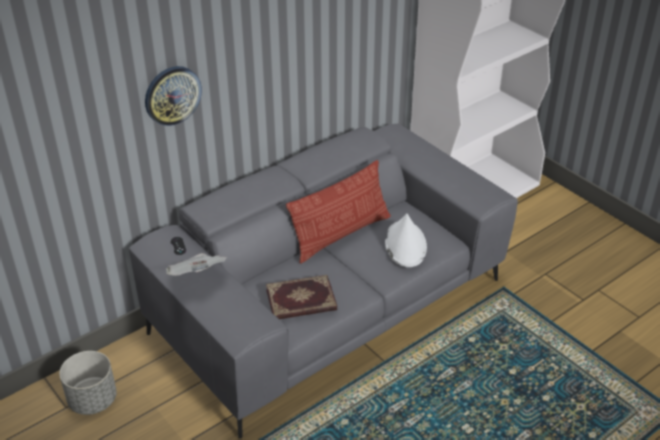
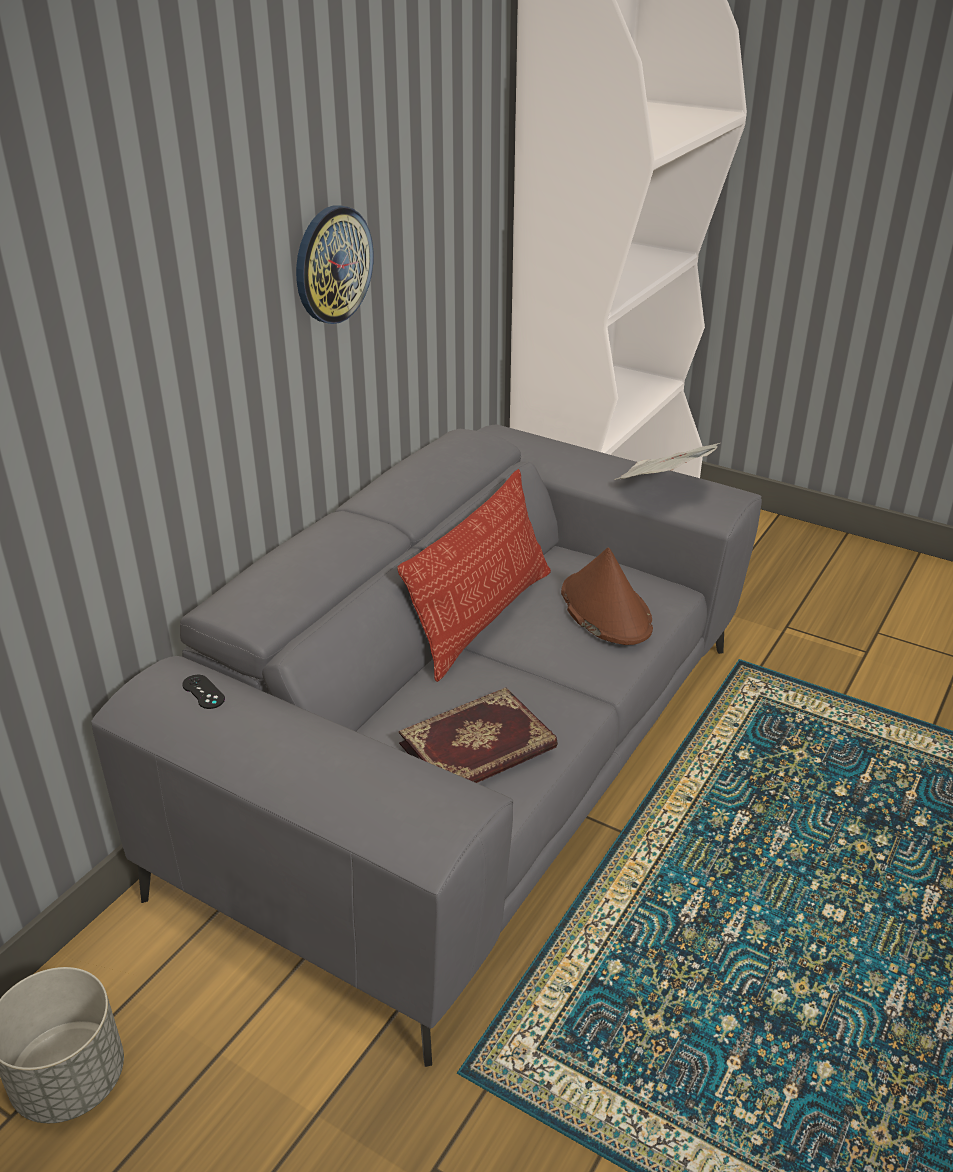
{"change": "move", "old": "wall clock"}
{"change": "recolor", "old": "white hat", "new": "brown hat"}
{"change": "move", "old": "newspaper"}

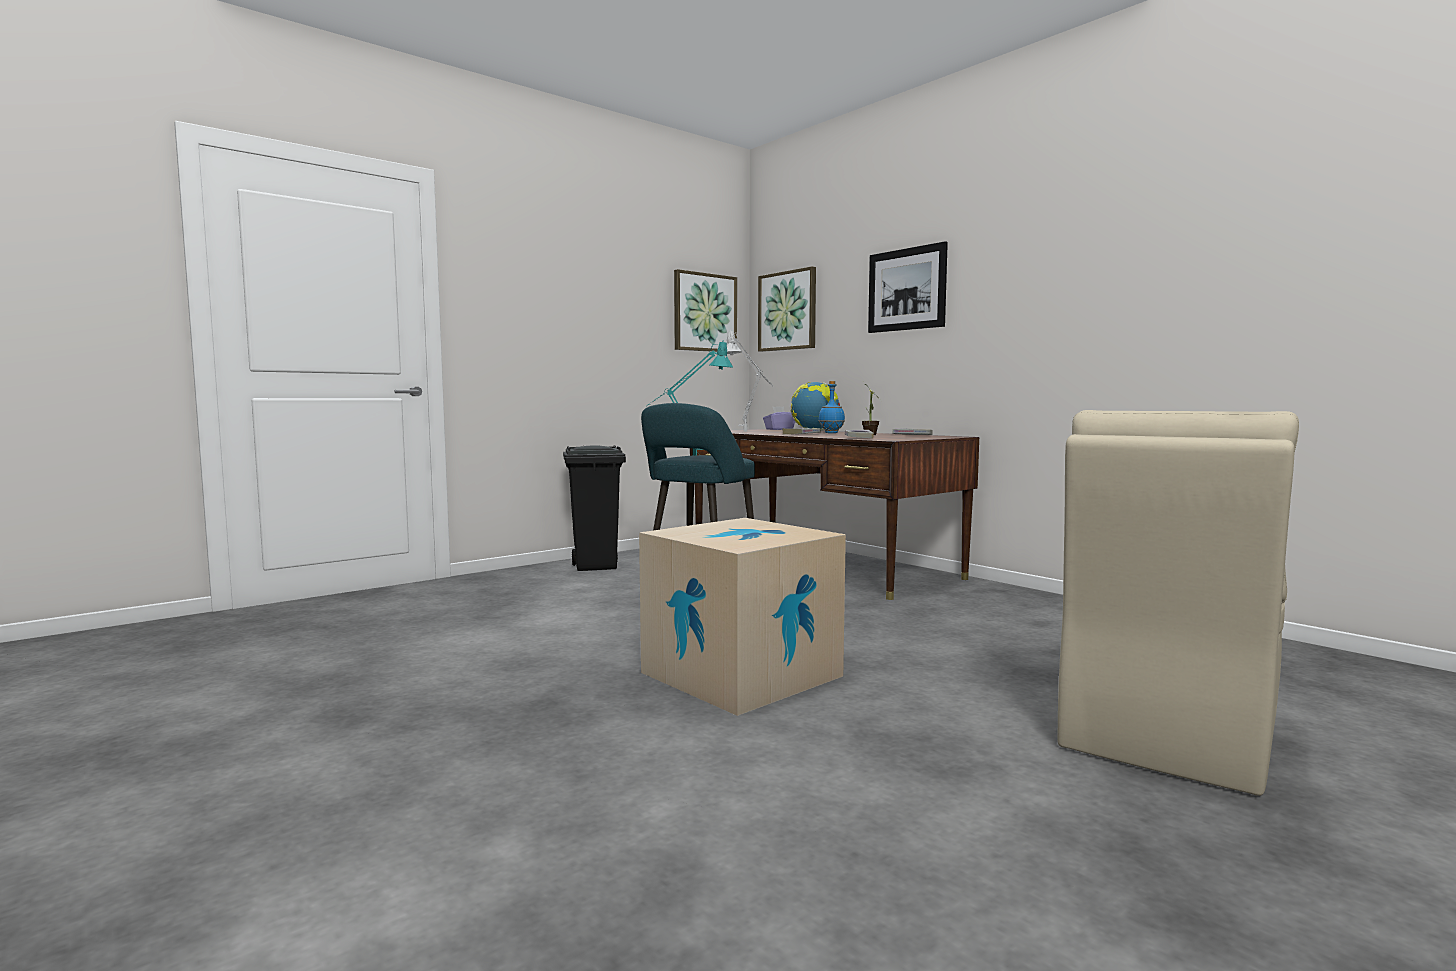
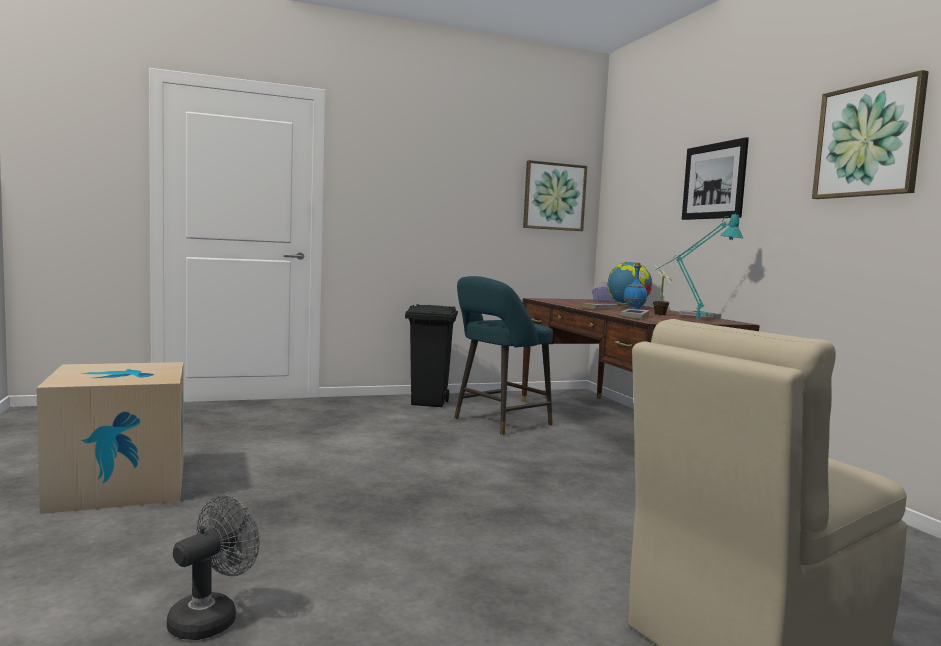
{"change": "move", "old": "cardboard box"}
{"change": "insert", "new": "grey fan"}
{"change": "move", "old": "turquoise table lamp"}
{"change": "move", "old": "picture (2nd from left in the first image)", "new": "picture (3rd from left)"}
{"change": "delete", "old": "grey table lamp"}

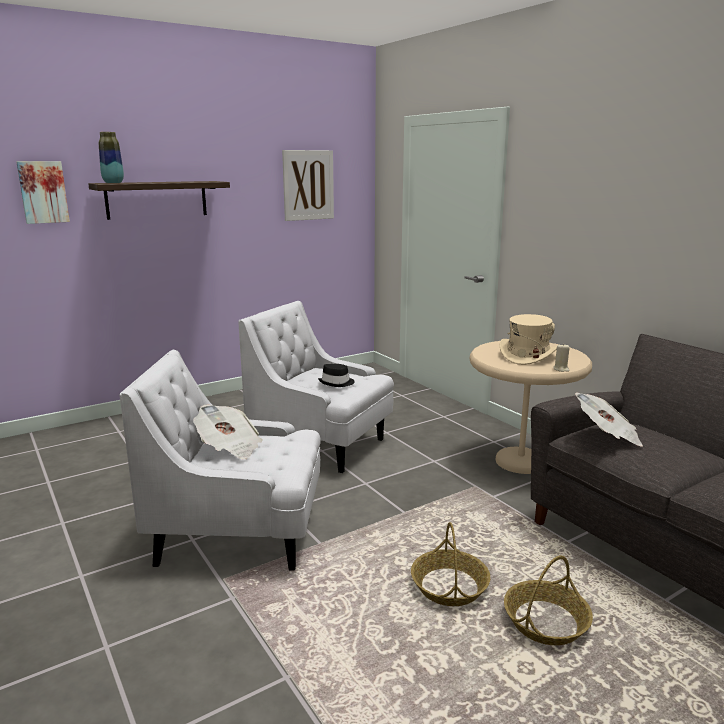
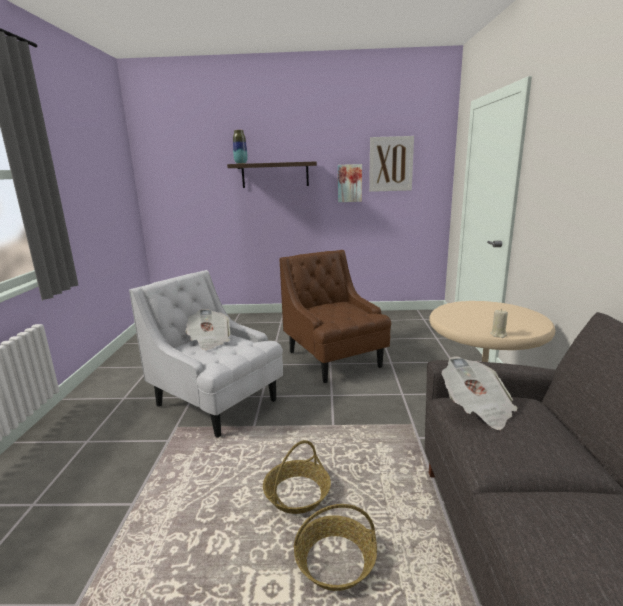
{"change": "recolor", "old": "white armchair (2nd from left)", "new": "brown armchair"}
{"change": "move", "old": "picture (1st from left)"}
{"change": "delete", "old": "black hat"}
{"change": "delete", "old": "beige hat"}

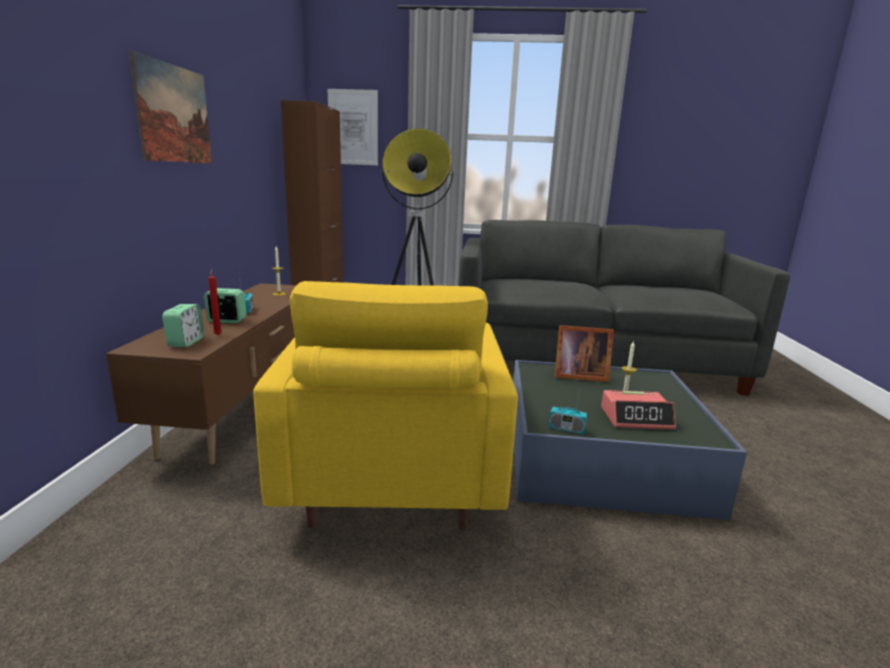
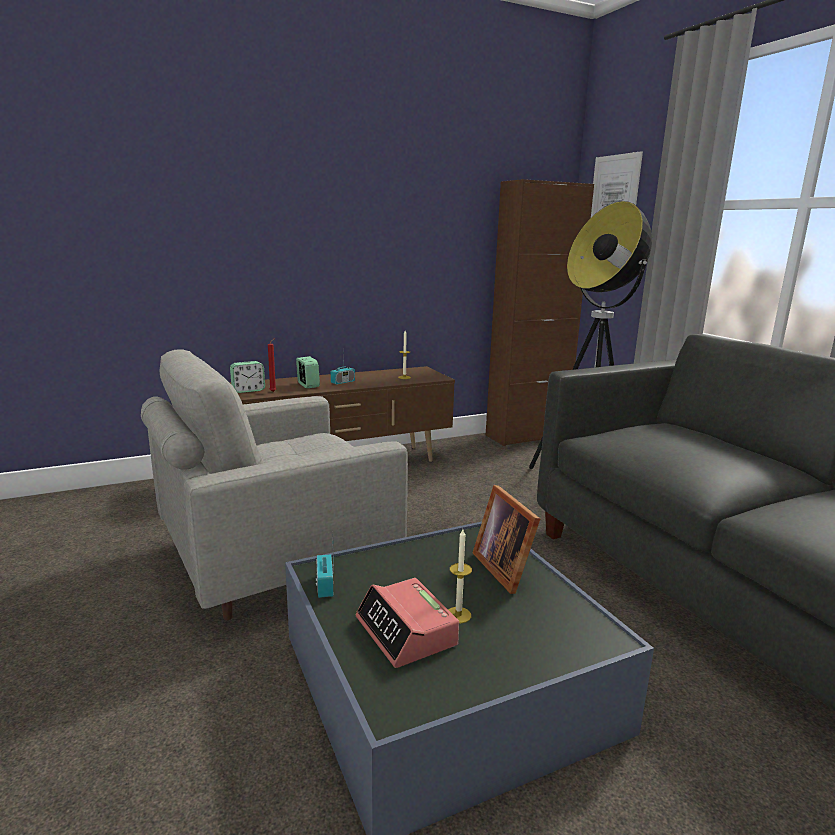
{"change": "recolor", "old": "yellow armchair", "new": "grey armchair"}
{"change": "delete", "old": "picture (1st from left)"}

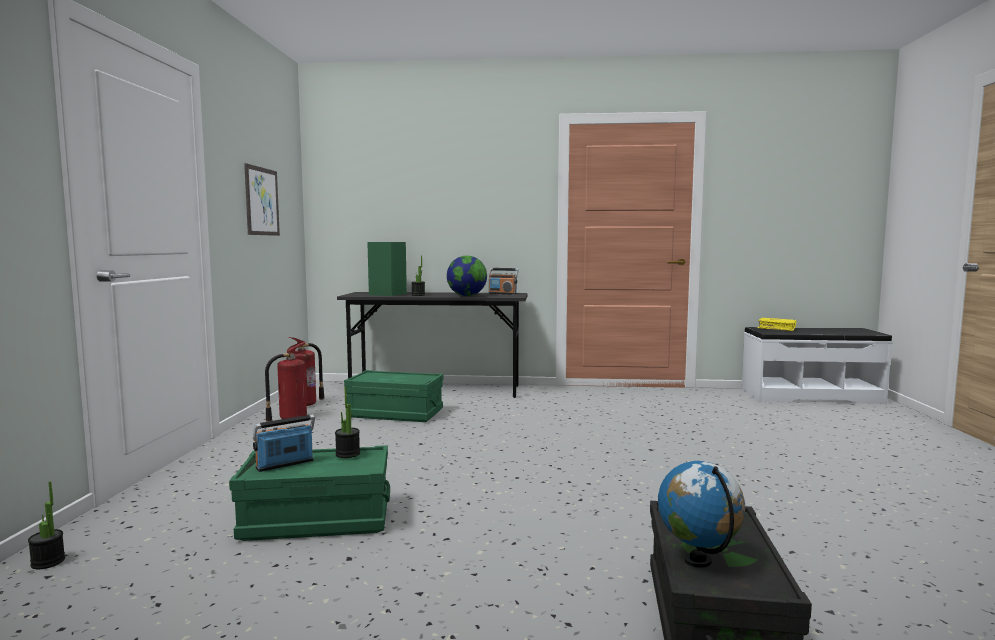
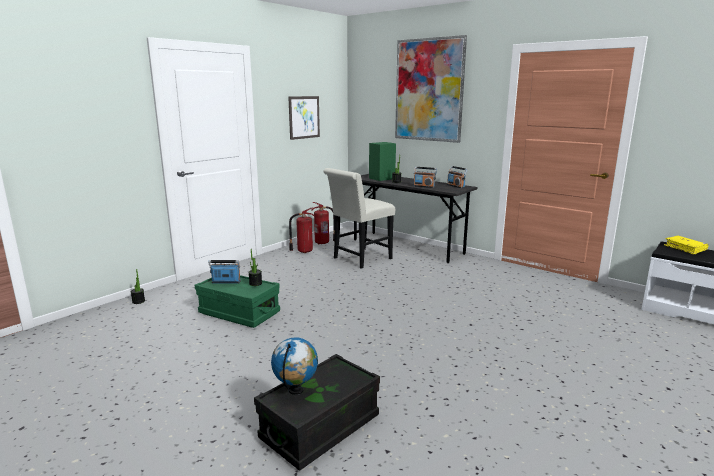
{"change": "replace", "old": "green storage box (2nd from left)", "new": "white chair"}
{"change": "insert", "new": "picture (2nd from left)"}
{"change": "replace", "old": "globe (1st from left)", "new": "radio (2nd from left)"}

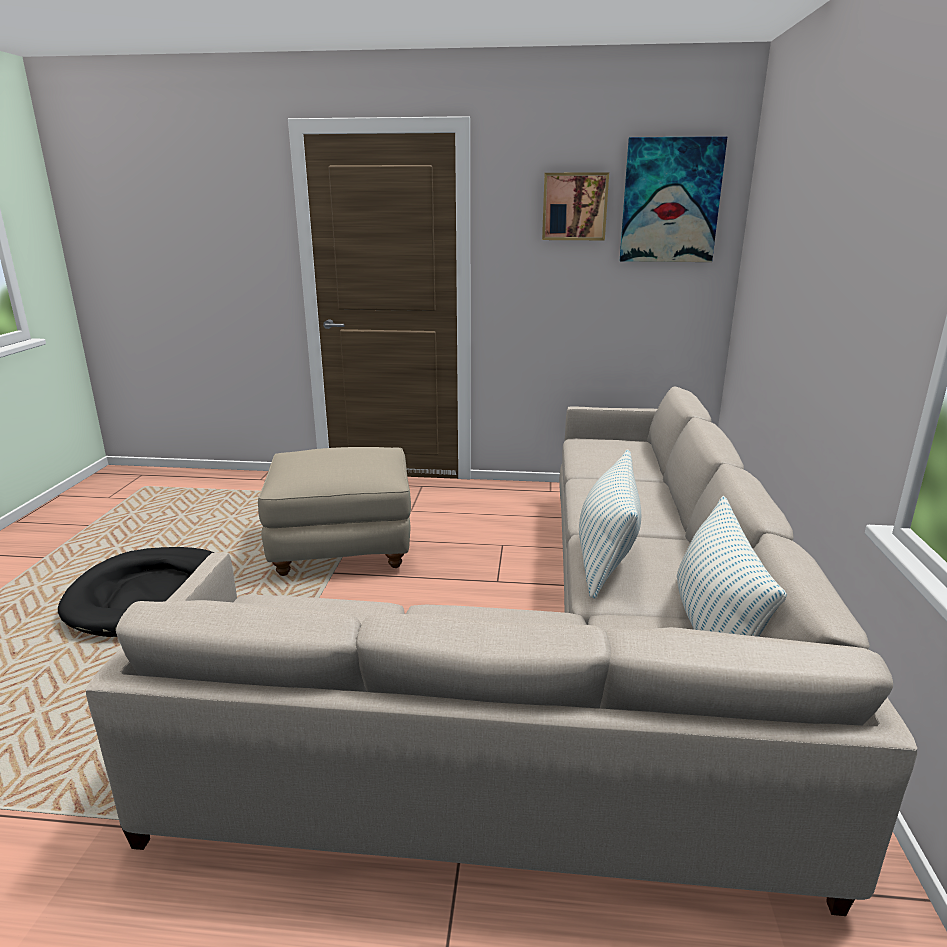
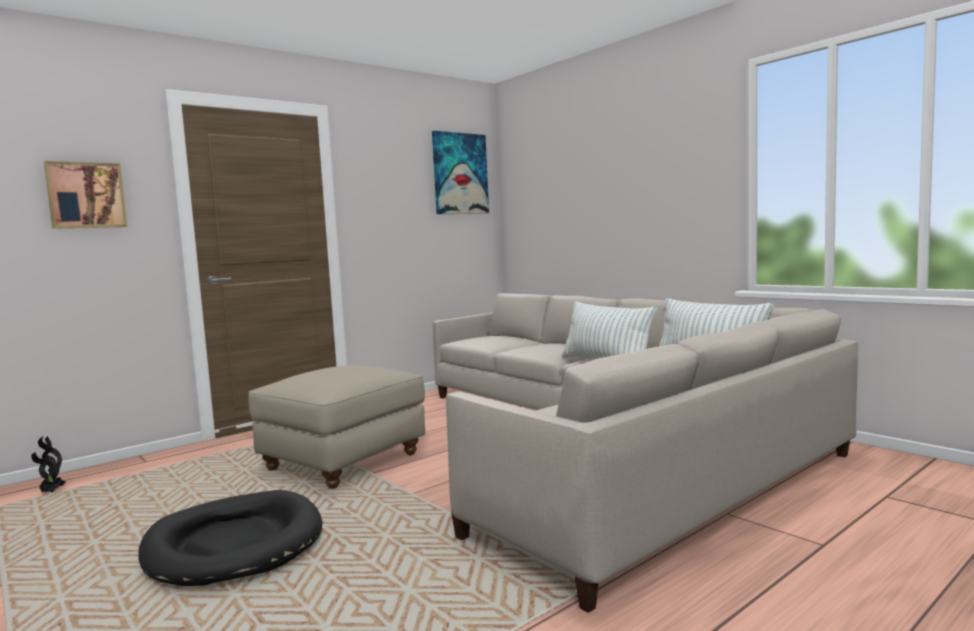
{"change": "insert", "new": "potted plant"}
{"change": "move", "old": "picture (1st from left)"}

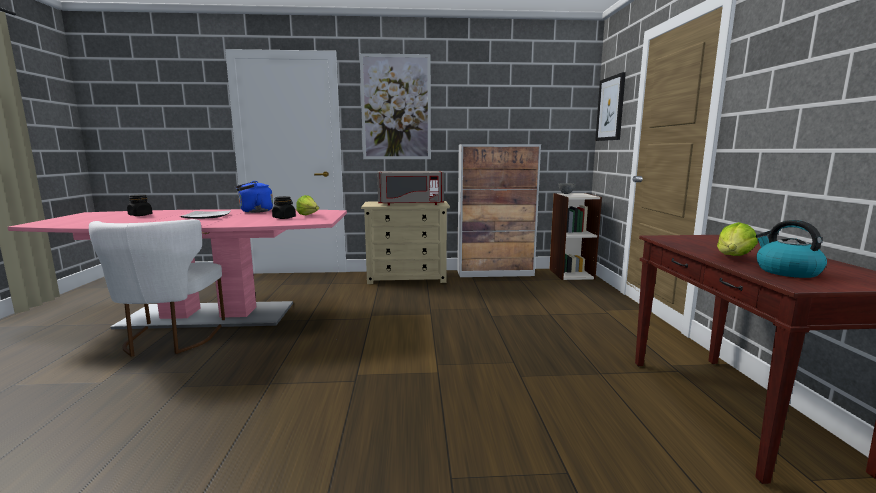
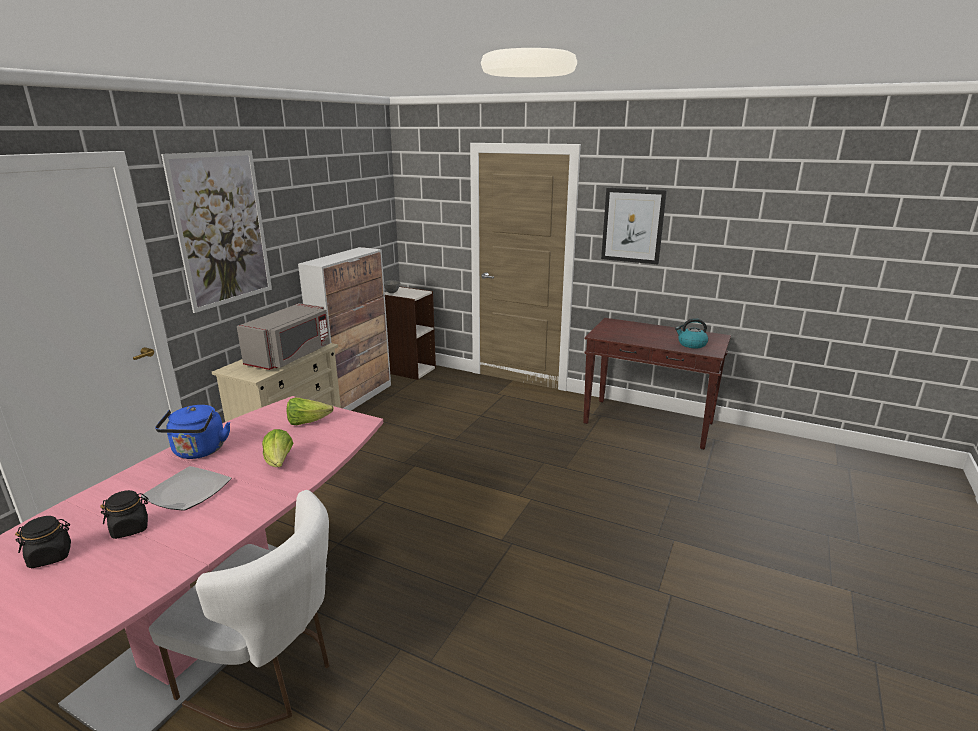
{"change": "move", "old": "black jar (2nd from left)"}
{"change": "move", "old": "lettuce (2nd from left in the first image)", "new": "lettuce (1st from left)"}
{"change": "move", "old": "picture (2nd from left)"}

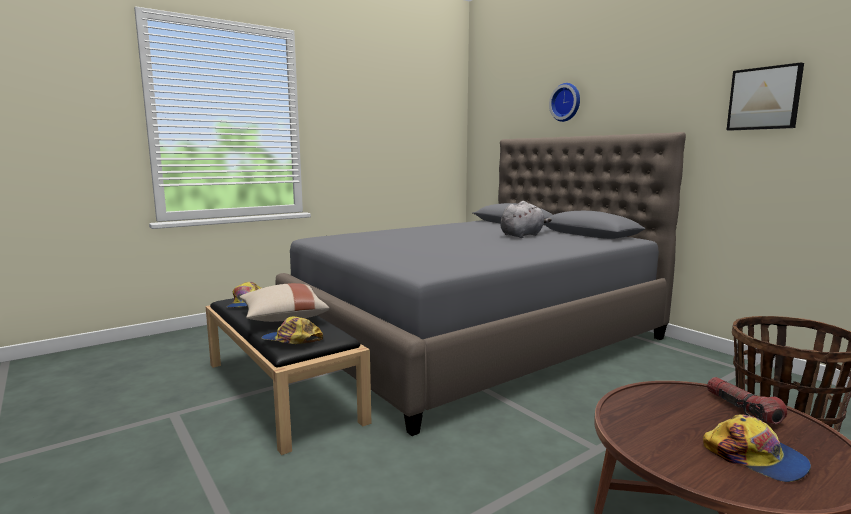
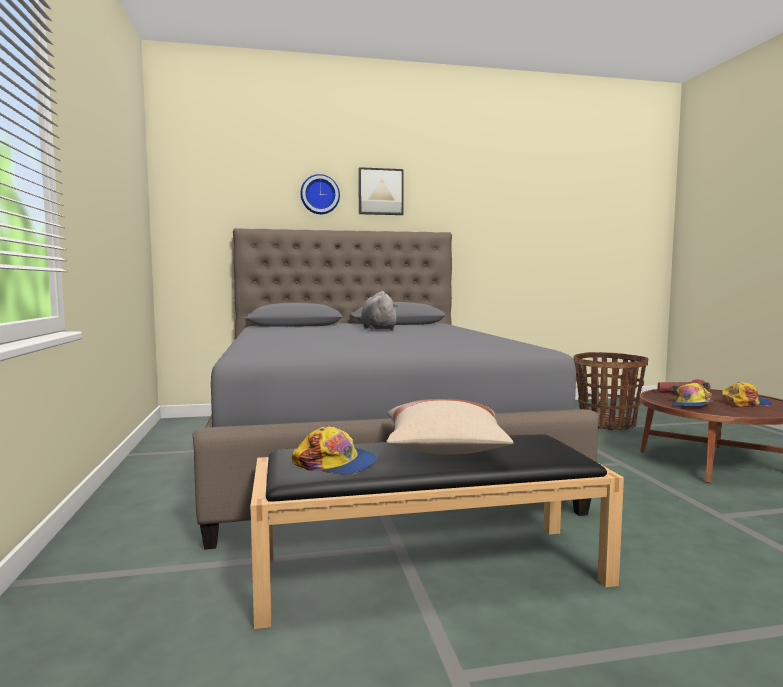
{"change": "move", "old": "picture"}
{"change": "move", "old": "cap (2nd from left)"}

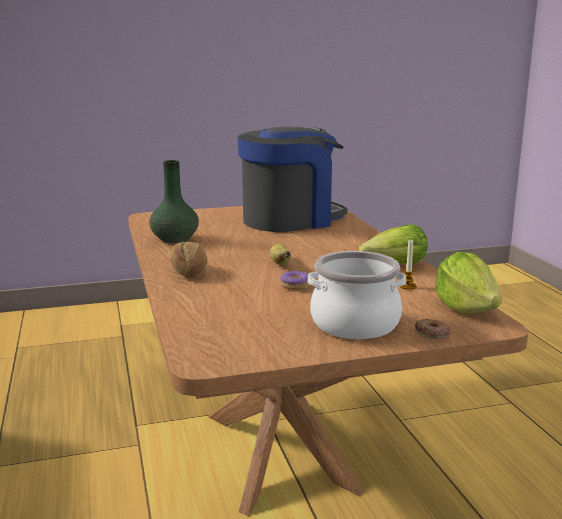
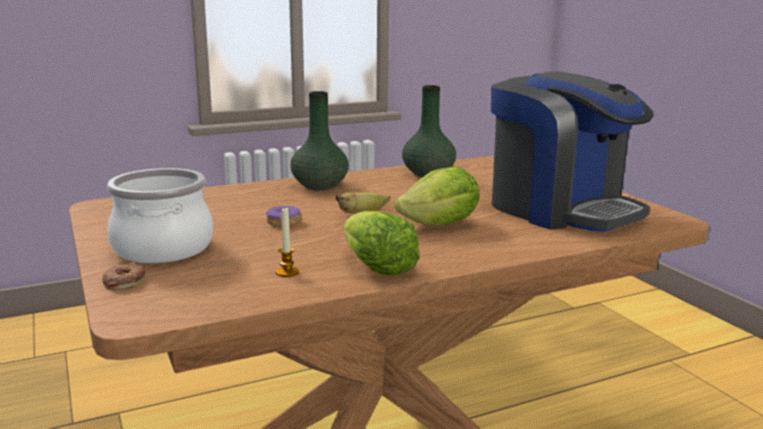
{"change": "replace", "old": "bread", "new": "green vase (1st from left)"}
{"change": "move", "old": "lettuce (2nd from left)"}

